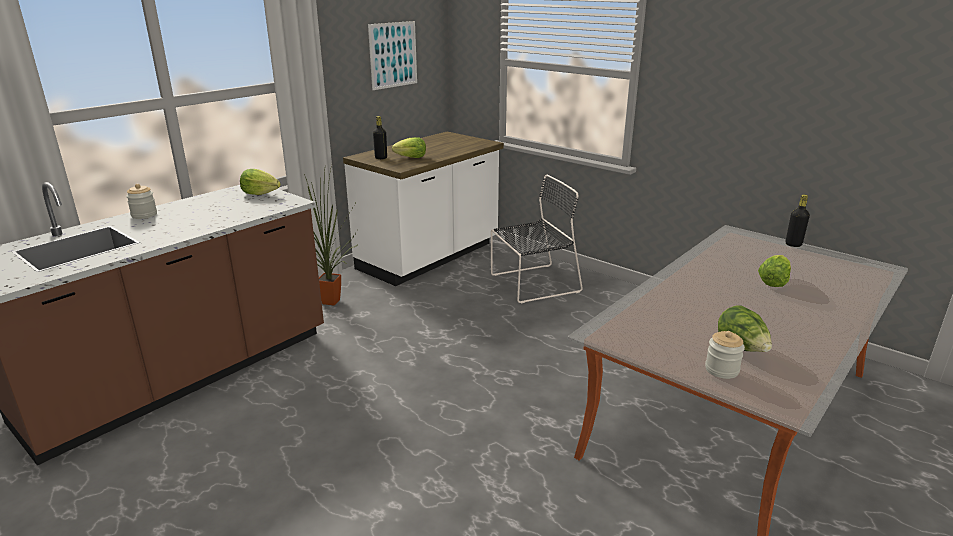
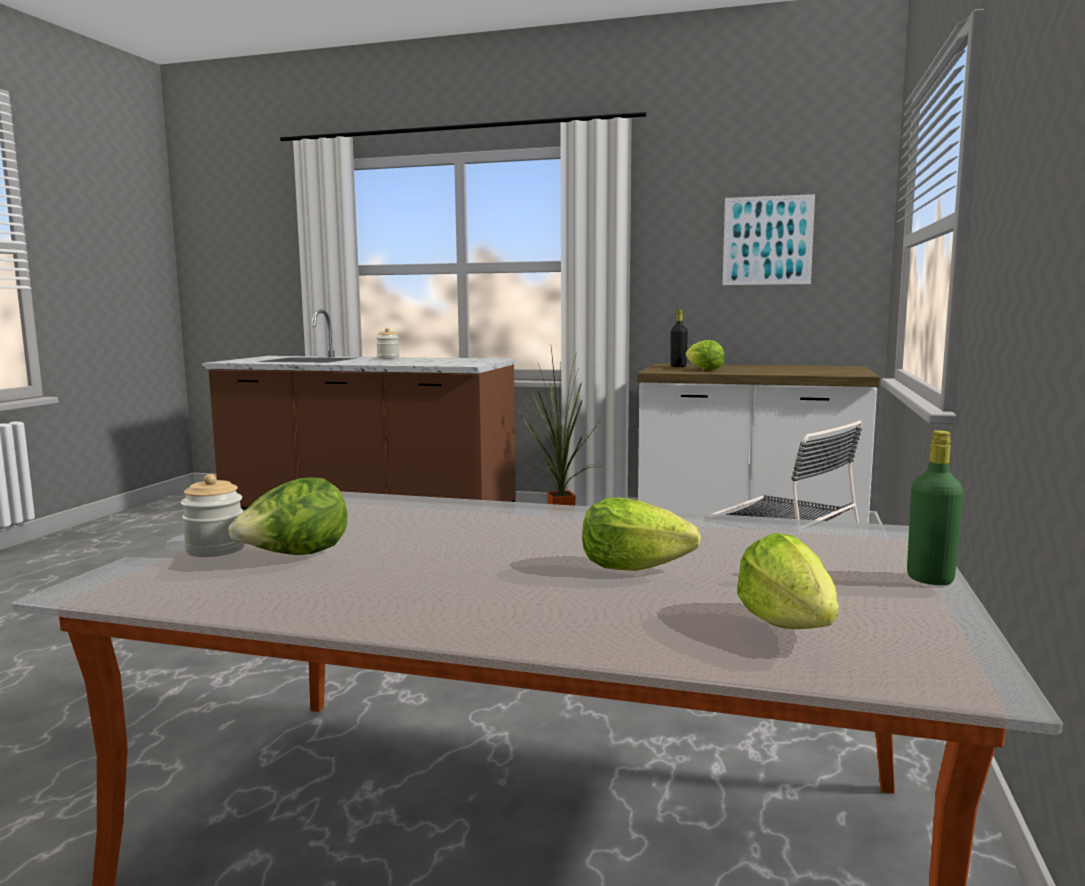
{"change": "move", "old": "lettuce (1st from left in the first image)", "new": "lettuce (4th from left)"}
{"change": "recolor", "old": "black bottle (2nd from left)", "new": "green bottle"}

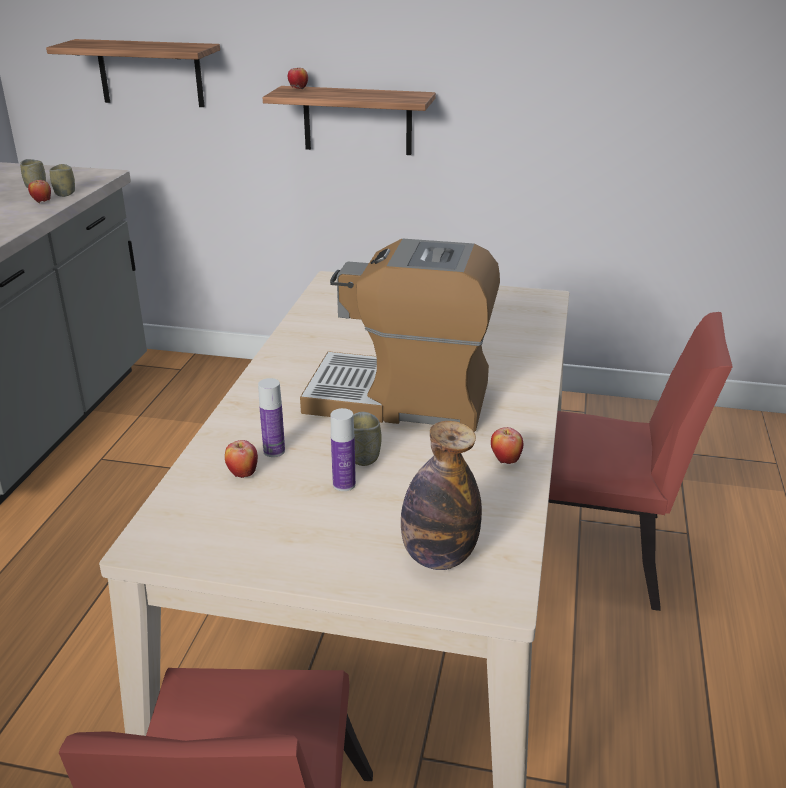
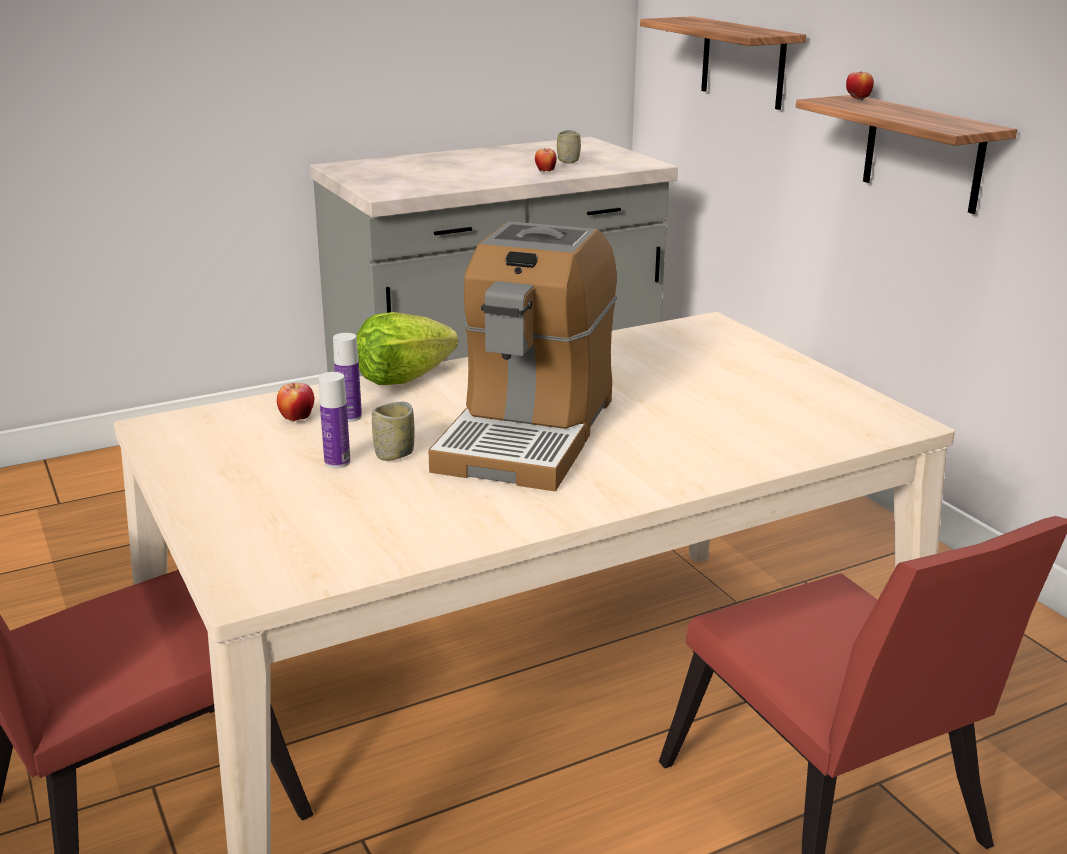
{"change": "insert", "new": "lettuce"}
{"change": "rotate", "old": "coffee machine", "degrees": -135}
{"change": "delete", "old": "cup (2nd from left)"}
{"change": "delete", "old": "bottle (3rd from left)"}
{"change": "delete", "old": "apple (4th from left)"}

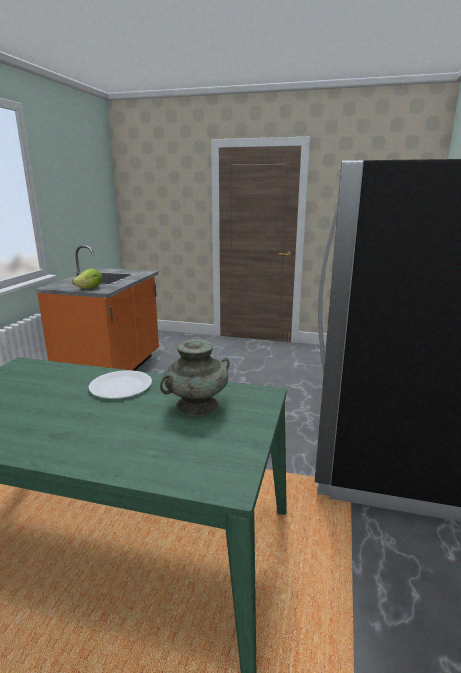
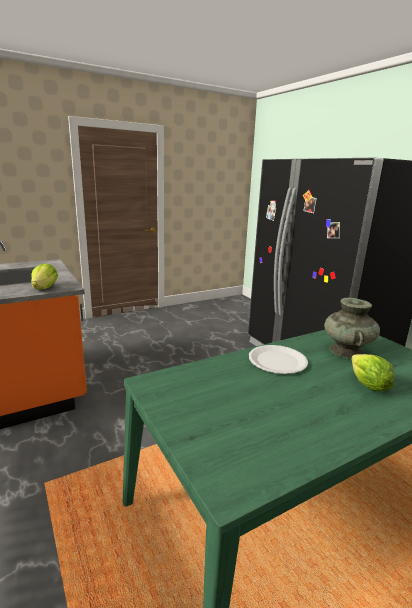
{"change": "insert", "new": "lettuce (2nd from left)"}

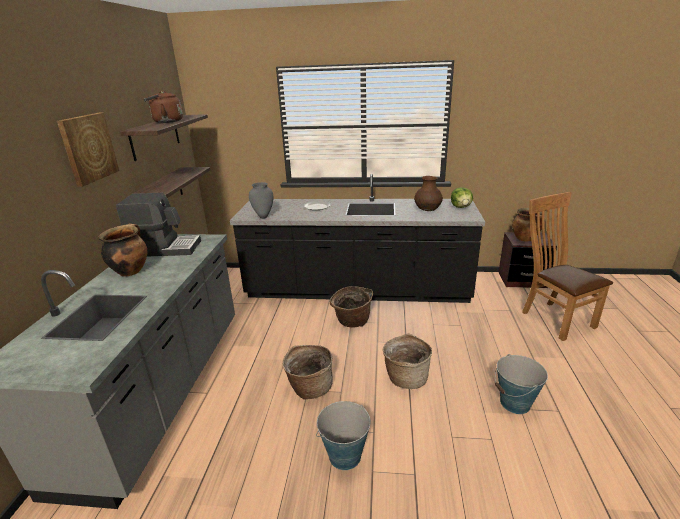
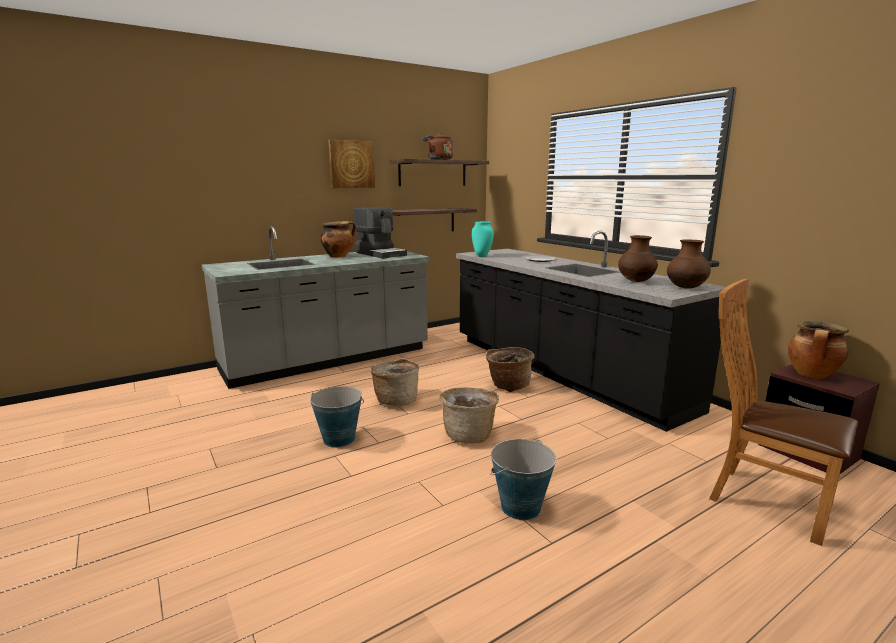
{"change": "recolor", "old": "grey vase", "new": "turquoise vase"}
{"change": "replace", "old": "lettuce", "new": "brown vase (2nd from left)"}
{"change": "rotate", "old": "brown chair", "degrees": -75}

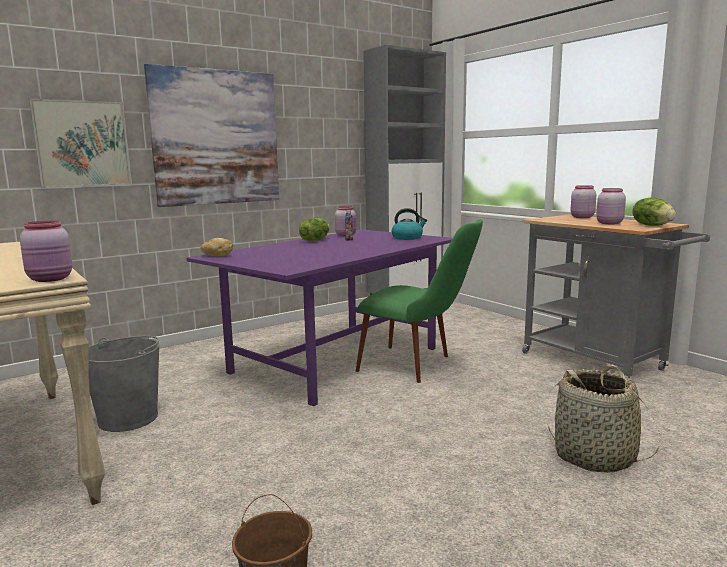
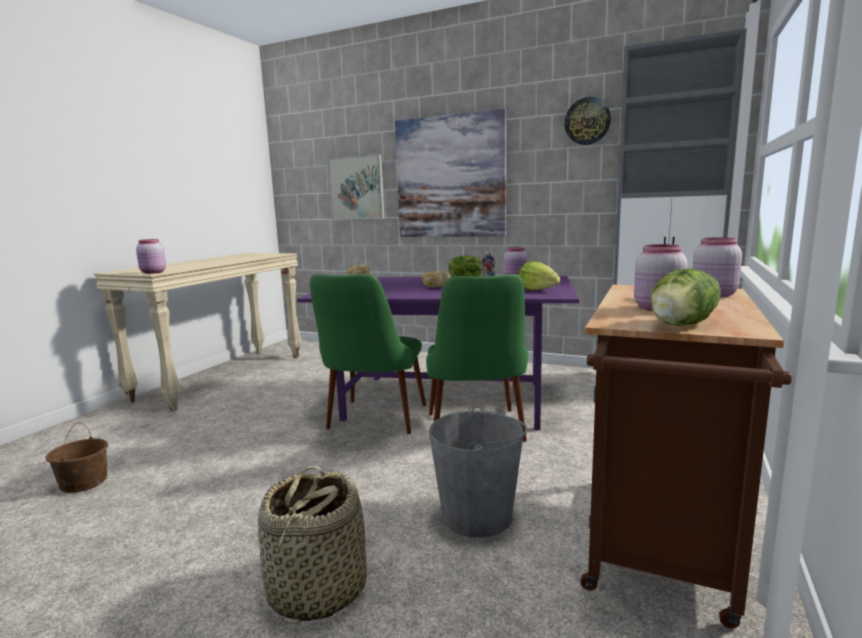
{"change": "insert", "new": "green chair (1st from left)"}
{"change": "insert", "new": "bread (2nd from left)"}
{"change": "move", "old": "grey bucket"}
{"change": "replace", "old": "kettle", "new": "lettuce (2nd from left)"}
{"change": "insert", "new": "wall clock"}
{"change": "recolor", "old": "grey cart", "new": "brown cart"}

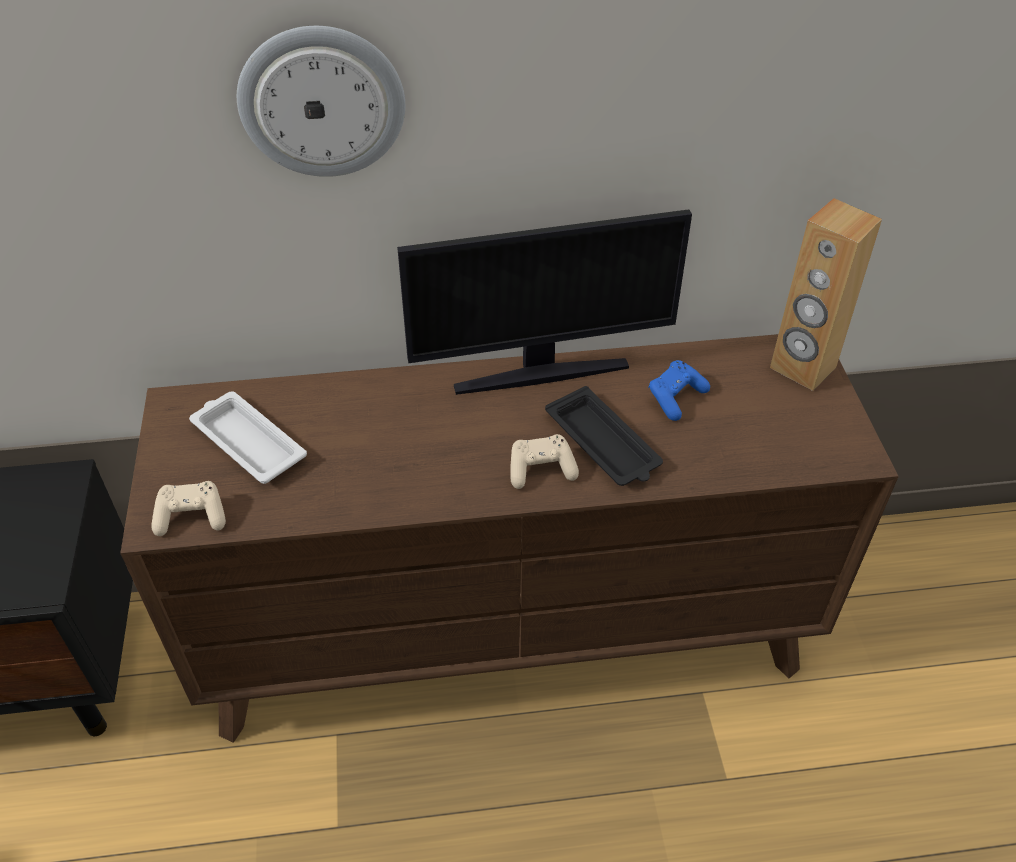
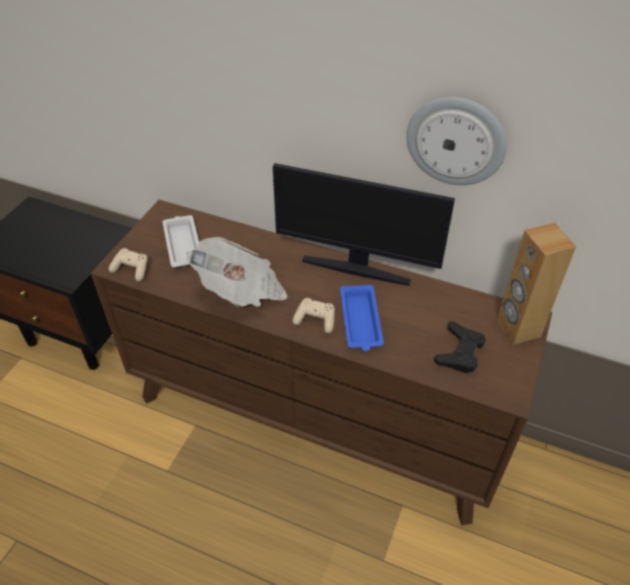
{"change": "insert", "new": "newspaper"}
{"change": "recolor", "old": "black tray", "new": "blue tray"}
{"change": "move", "old": "wall clock"}
{"change": "insert", "new": "black game controller"}
{"change": "delete", "old": "blue game controller"}

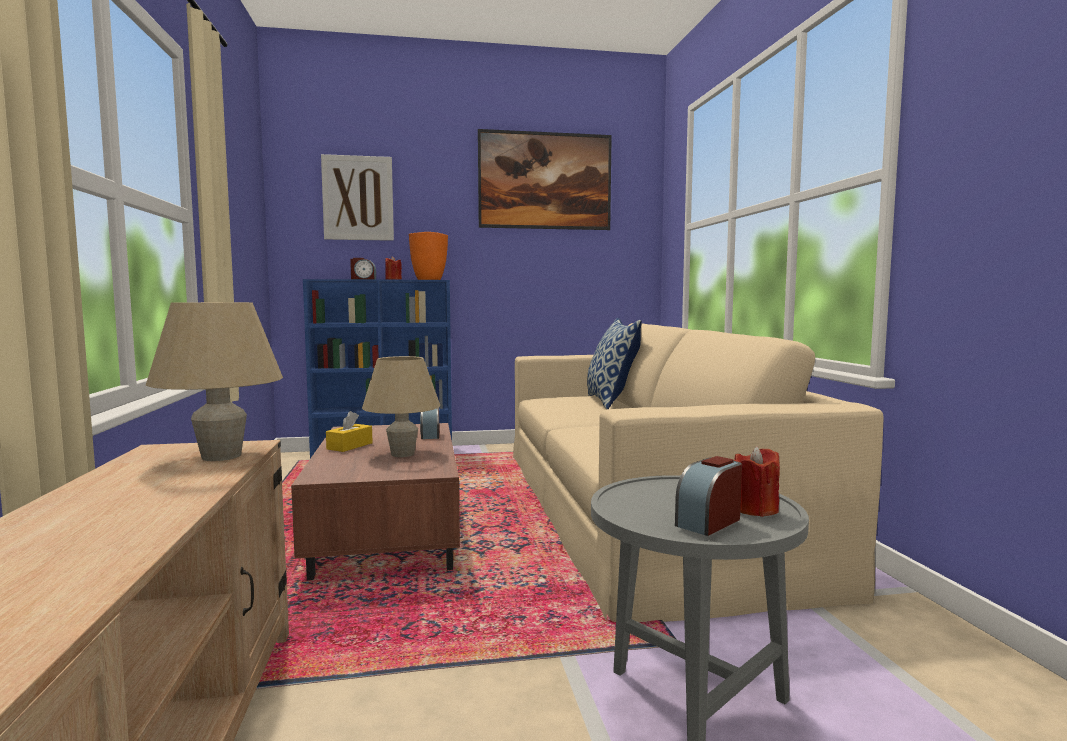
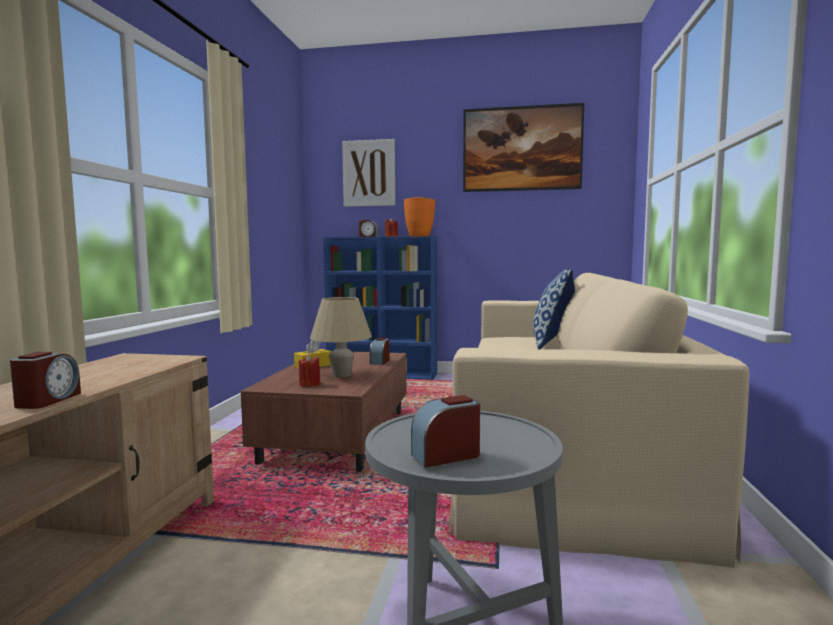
{"change": "insert", "new": "alarm clock (1st from left)"}
{"change": "move", "old": "red candle (2nd from left in the first image)", "new": "red candle (1st from left)"}
{"change": "delete", "old": "beige table lamp (1st from left)"}

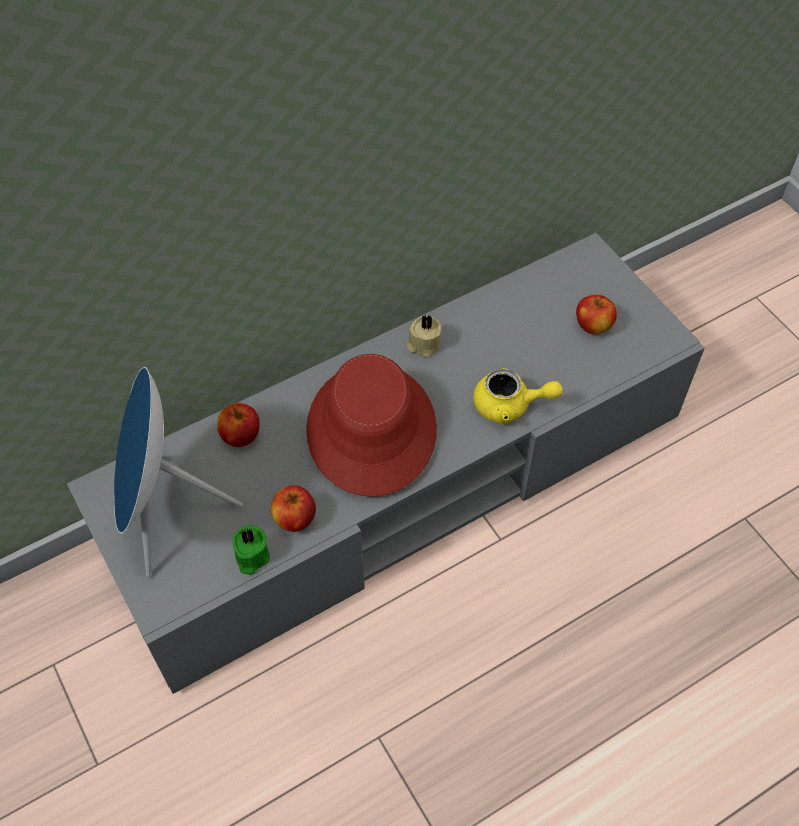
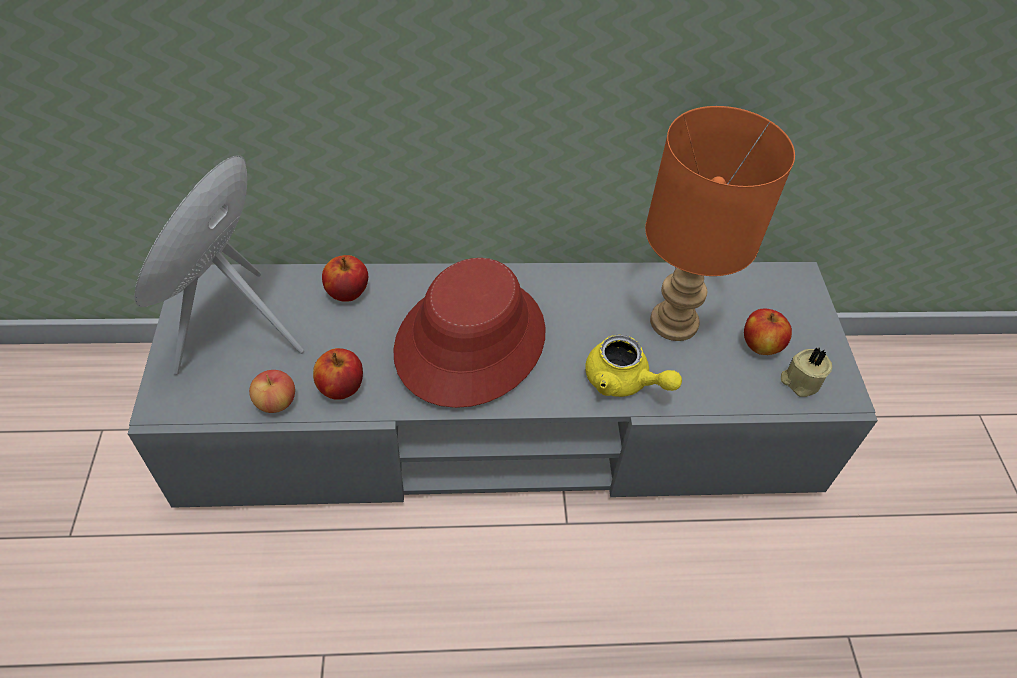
{"change": "replace", "old": "green candle", "new": "apple (1st from left)"}
{"change": "insert", "new": "orange table lamp"}
{"change": "move", "old": "beige candle"}

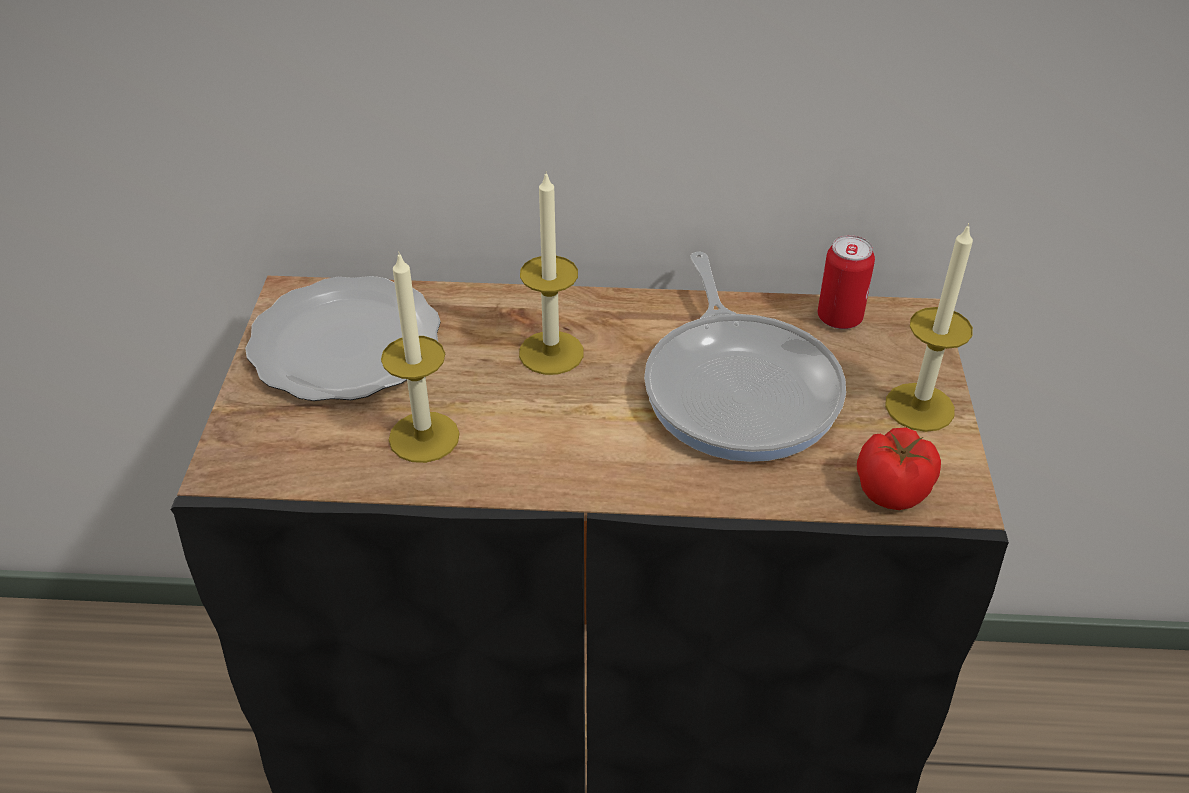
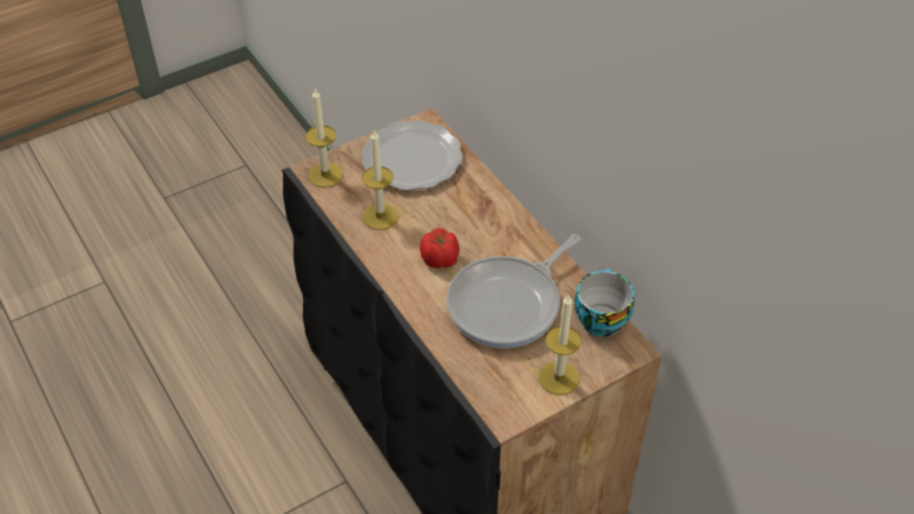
{"change": "move", "old": "candle (2nd from left in the first image)", "new": "candle (1st from left)"}
{"change": "move", "old": "tomato"}
{"change": "replace", "old": "can", "new": "cup"}

